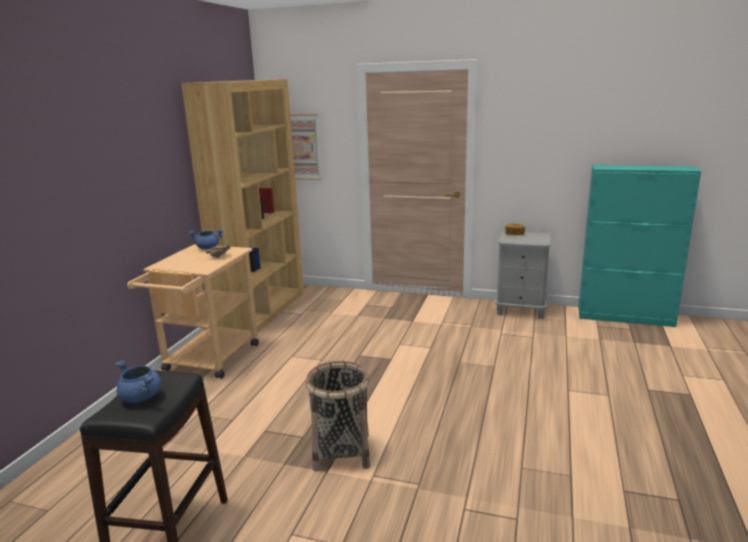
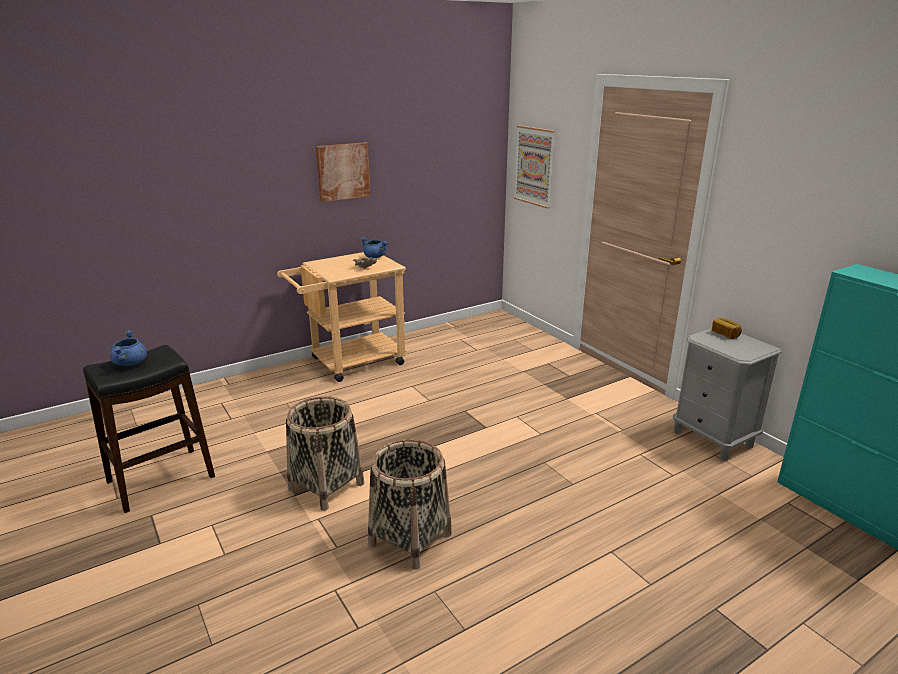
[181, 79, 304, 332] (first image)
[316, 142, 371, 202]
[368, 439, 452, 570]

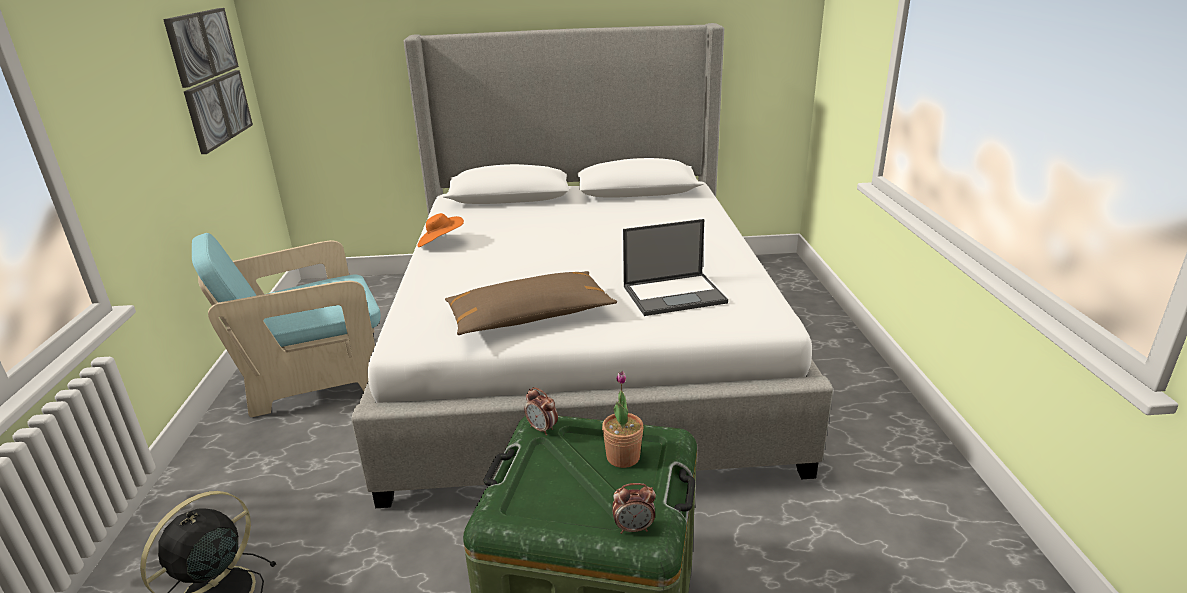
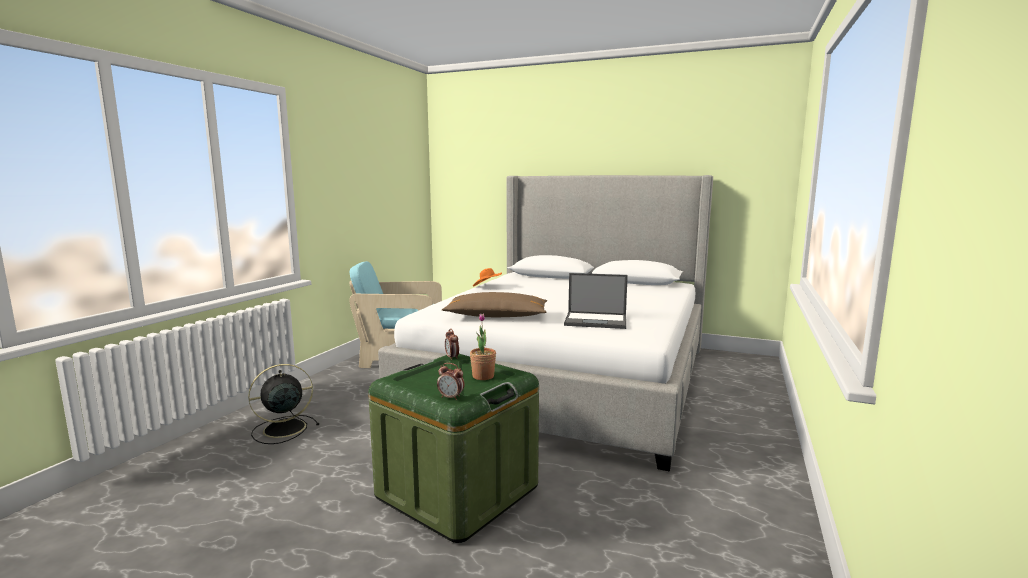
[163, 8, 253, 154] (first image)

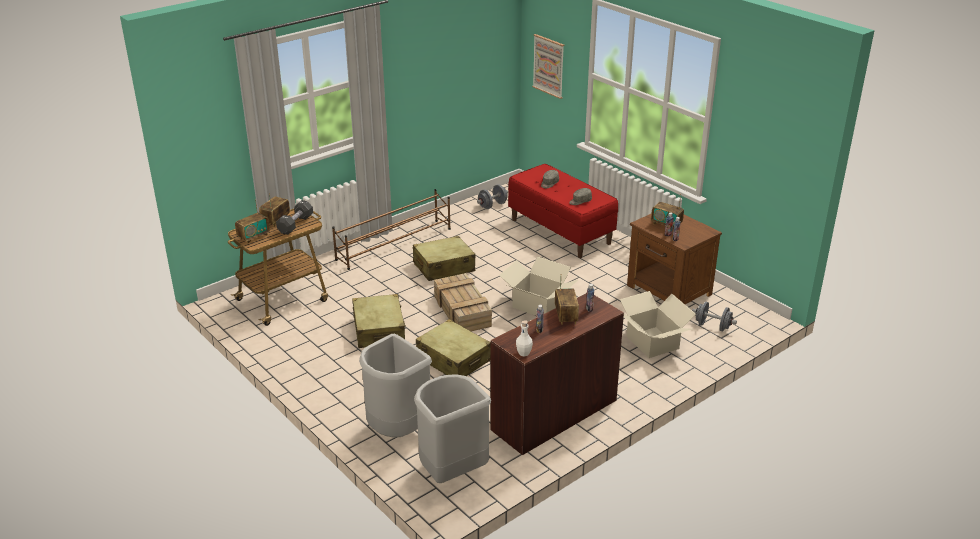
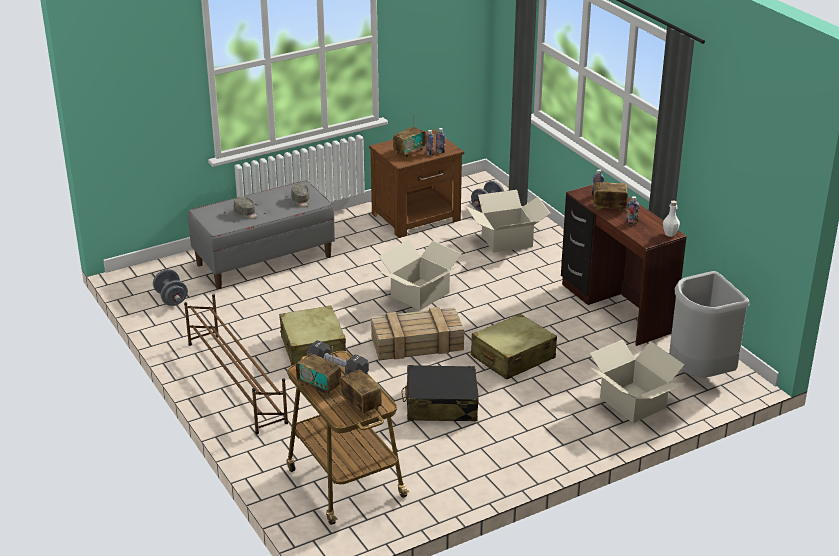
[532, 34, 565, 99] (first image)
[188, 181, 335, 289]
[401, 365, 479, 421]
[589, 340, 685, 423]

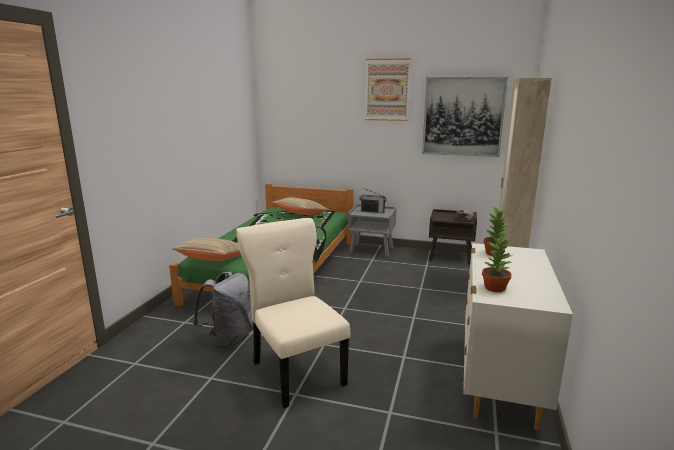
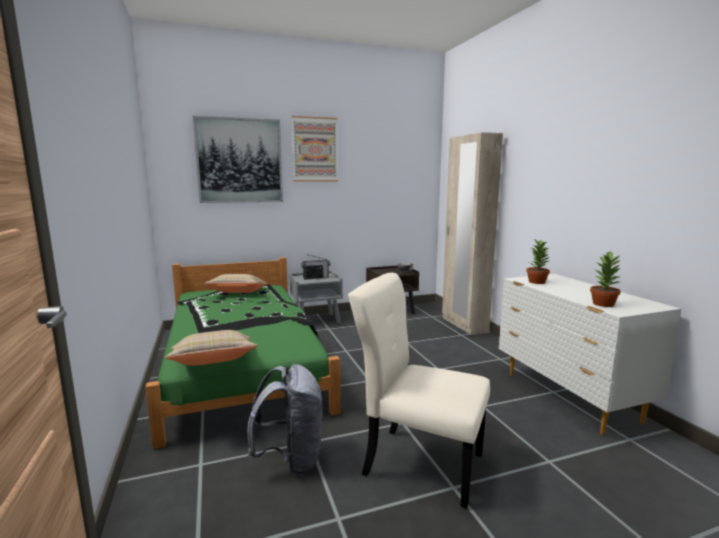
[193, 116, 283, 203]

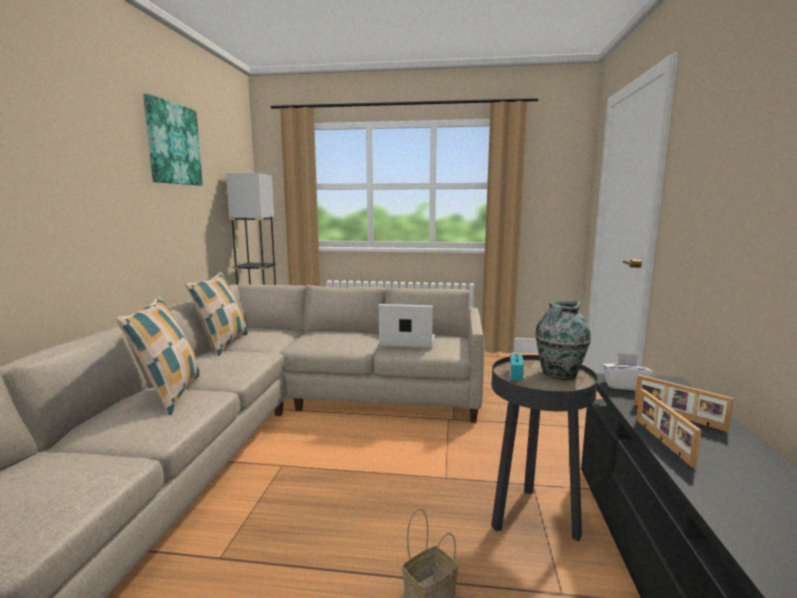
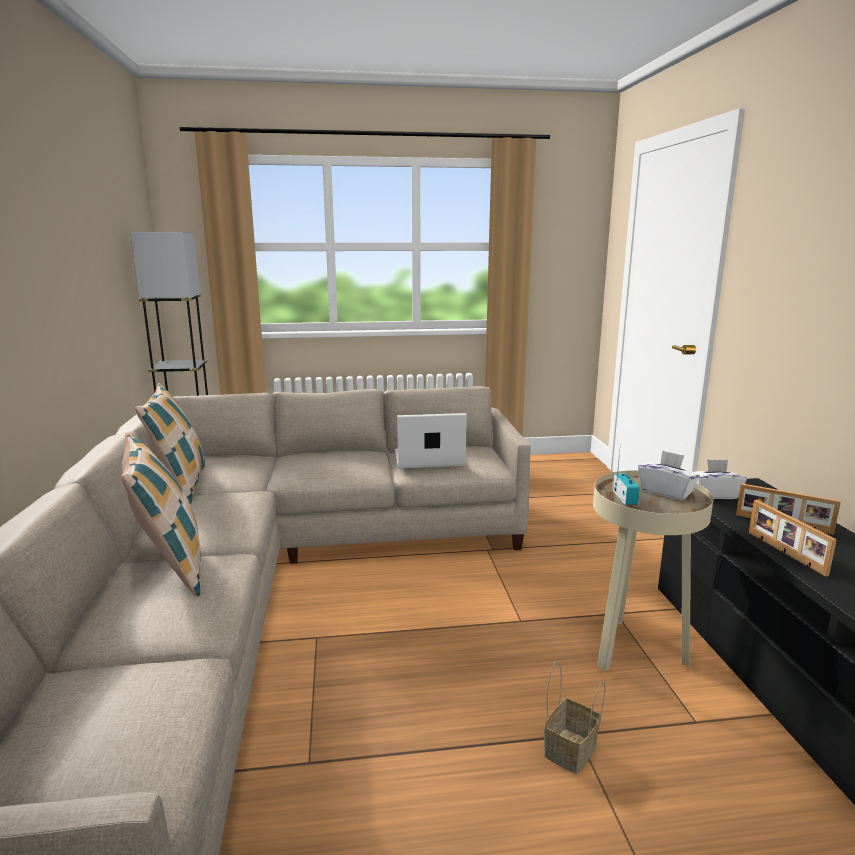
[143, 94, 203, 186] (first image)
[638, 450, 700, 501]
[593, 470, 713, 671]

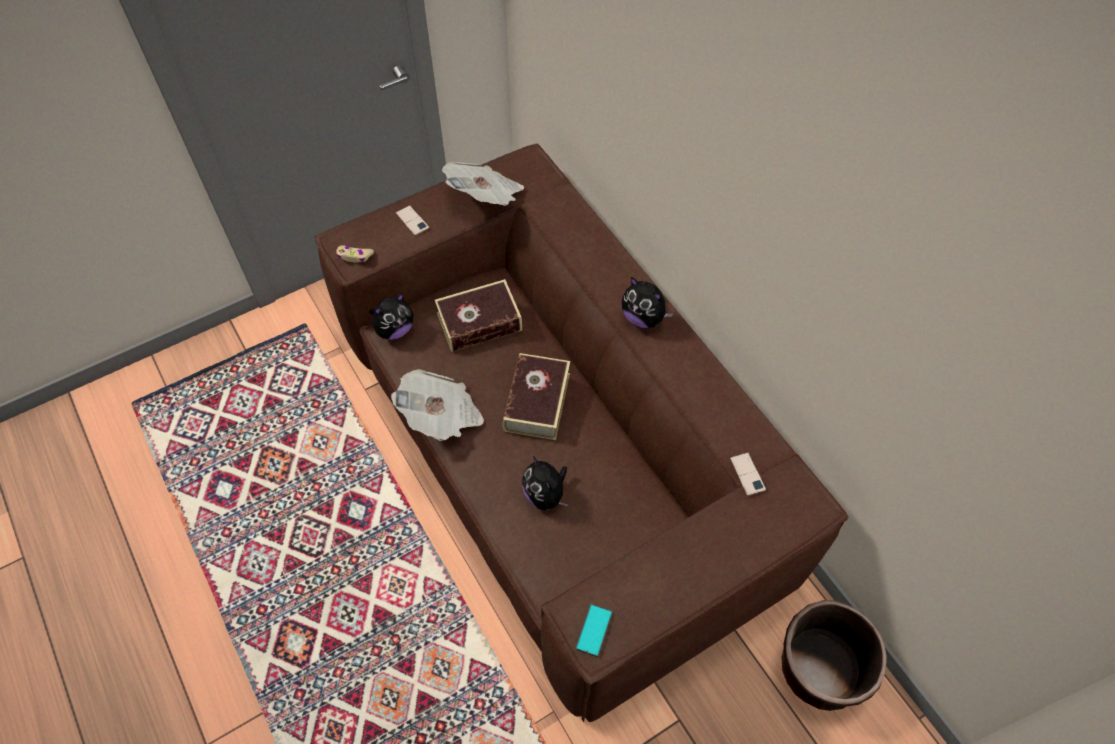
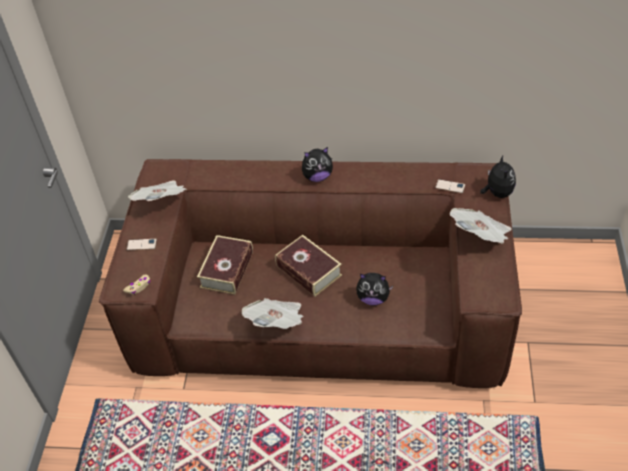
[480, 156, 516, 198]
[781, 600, 887, 711] (first image)
[576, 603, 613, 657] (first image)
[450, 208, 512, 243]

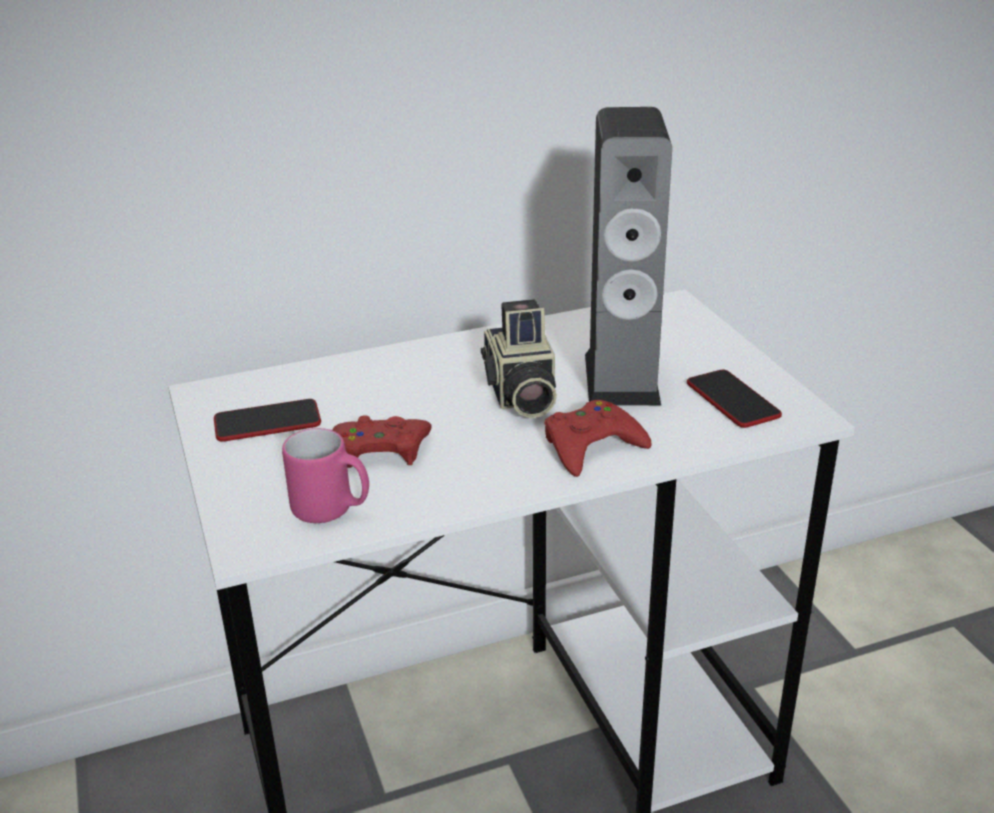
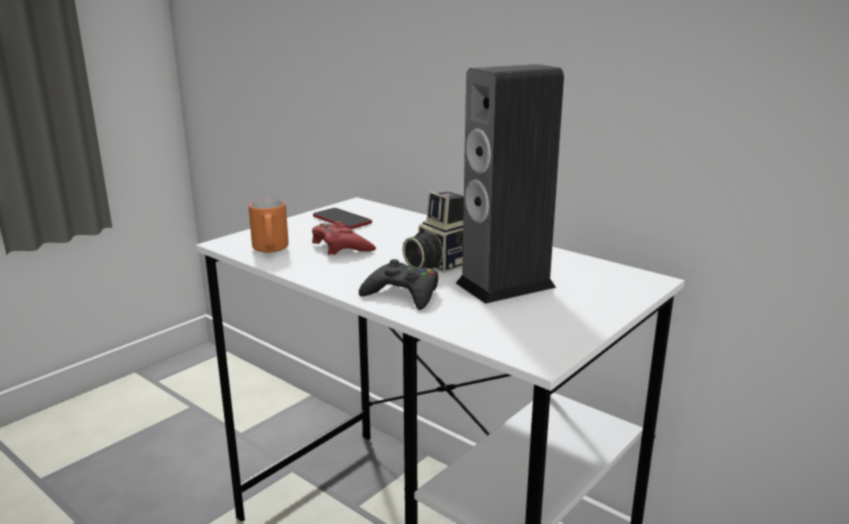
[687, 370, 782, 428] (first image)
[359, 259, 438, 310]
[249, 199, 289, 252]

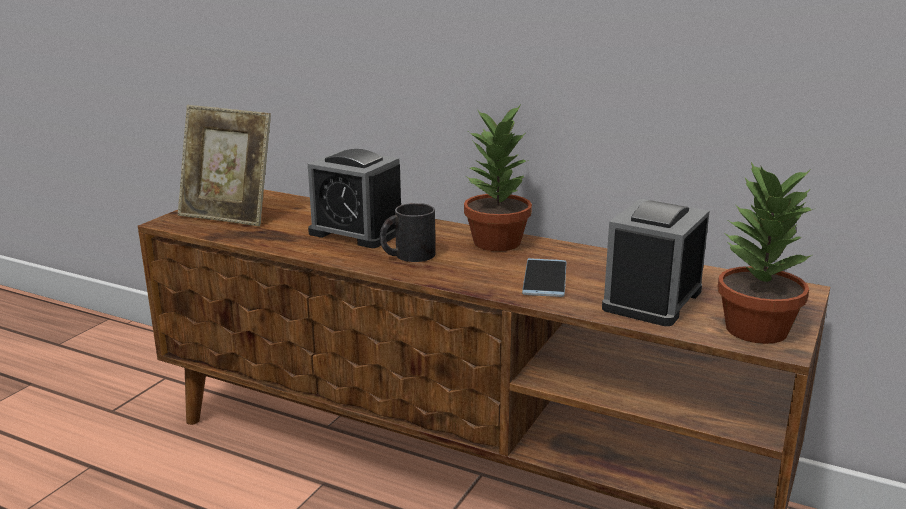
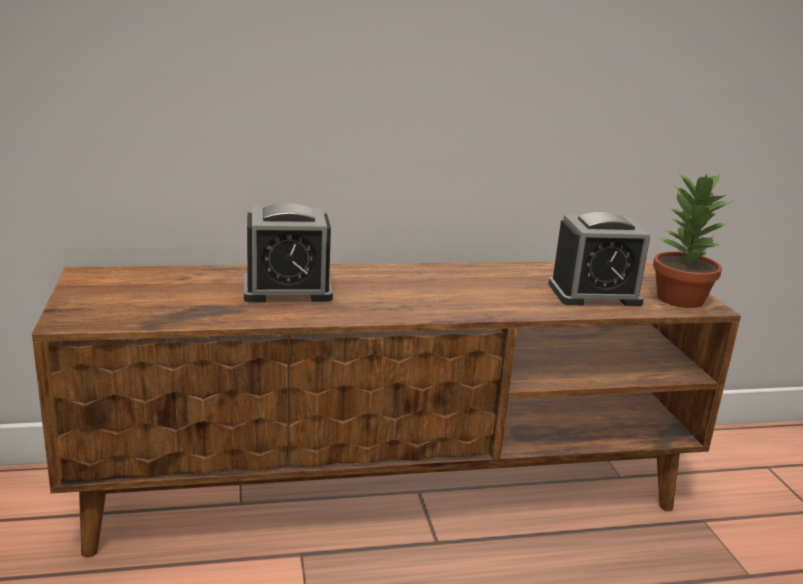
[178, 105, 271, 226] (first image)
[464, 106, 532, 251] (first image)
[548, 212, 650, 306]
[380, 203, 435, 262] (first image)
[522, 258, 566, 297] (first image)

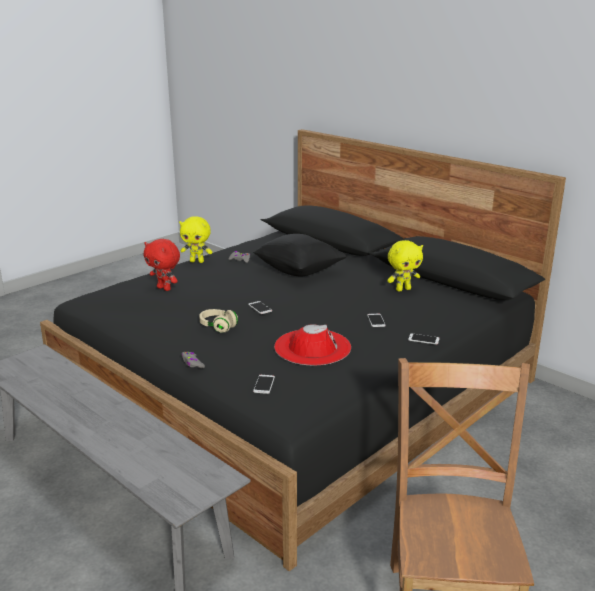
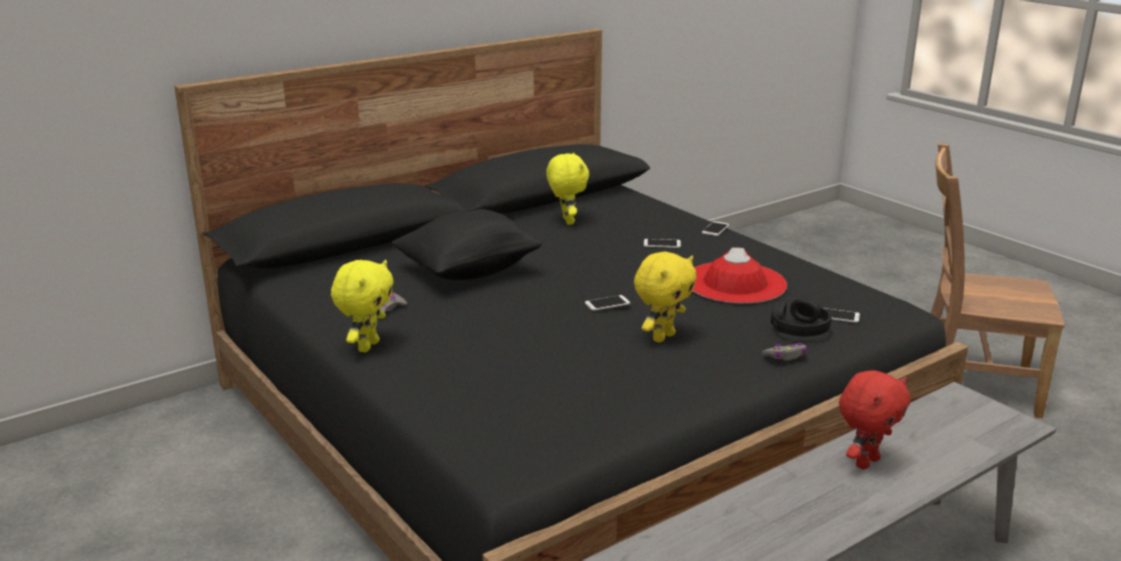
[839, 370, 910, 469]
[634, 252, 697, 343]
[771, 298, 831, 337]

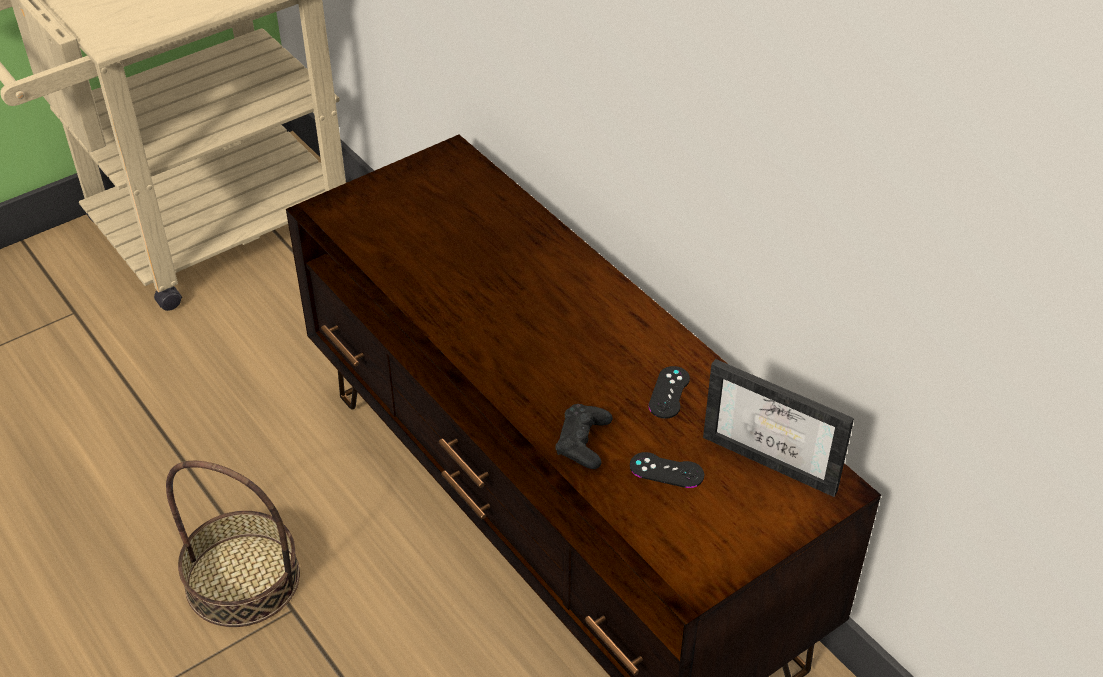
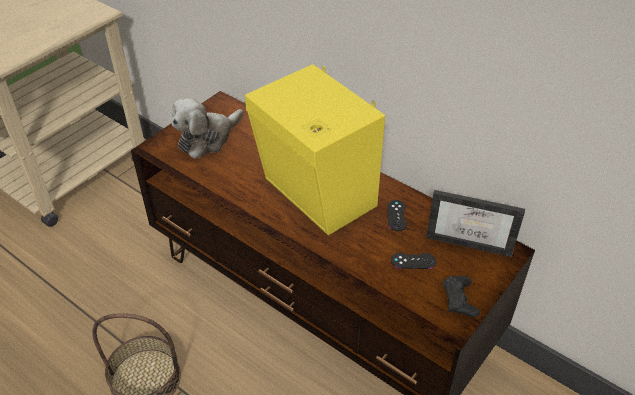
[443, 276, 480, 317]
[245, 64, 385, 235]
[172, 98, 243, 159]

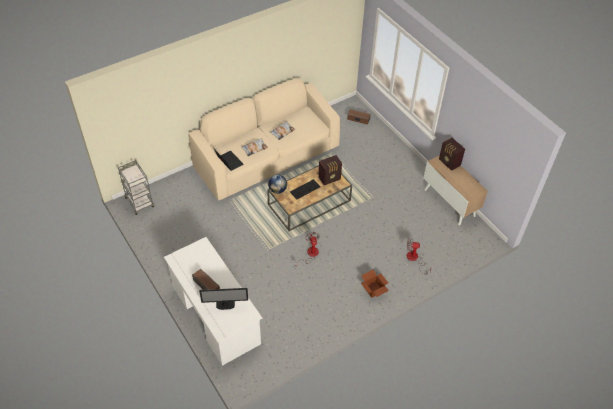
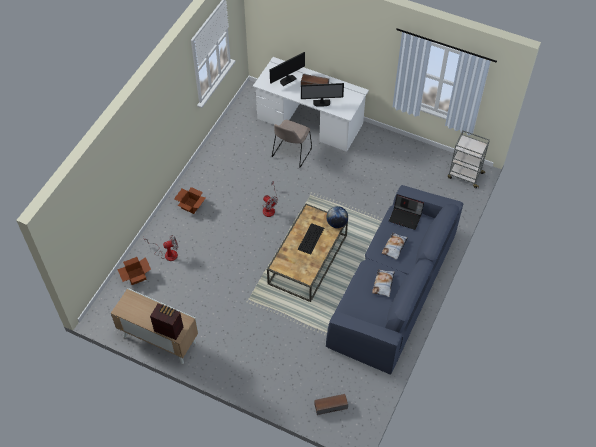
[326, 185, 463, 374]
[318, 155, 342, 185] (first image)
[301, 83, 344, 107]
[272, 120, 312, 167]
[117, 257, 151, 285]

